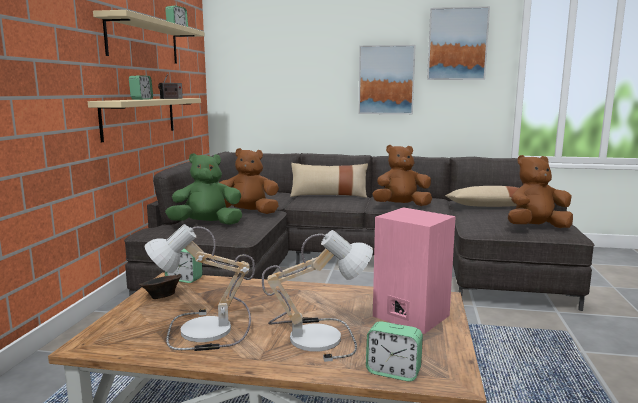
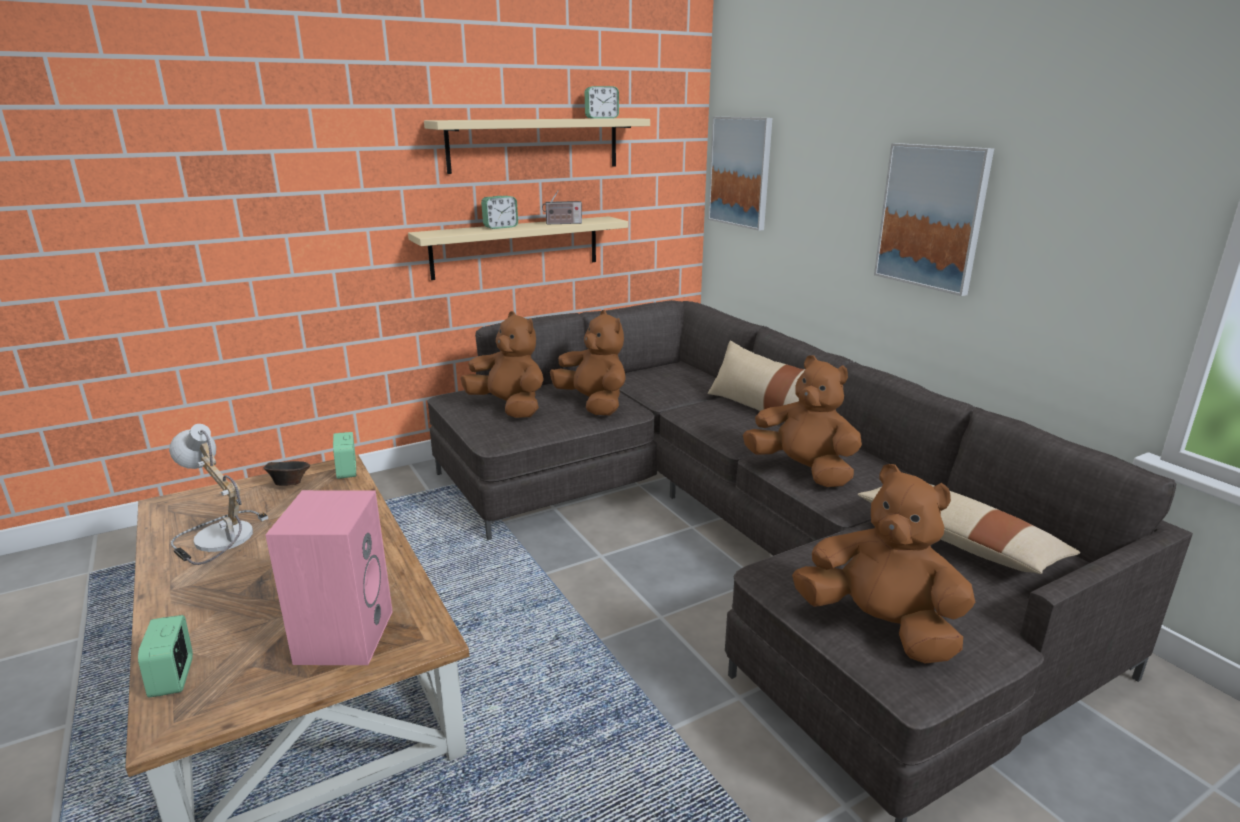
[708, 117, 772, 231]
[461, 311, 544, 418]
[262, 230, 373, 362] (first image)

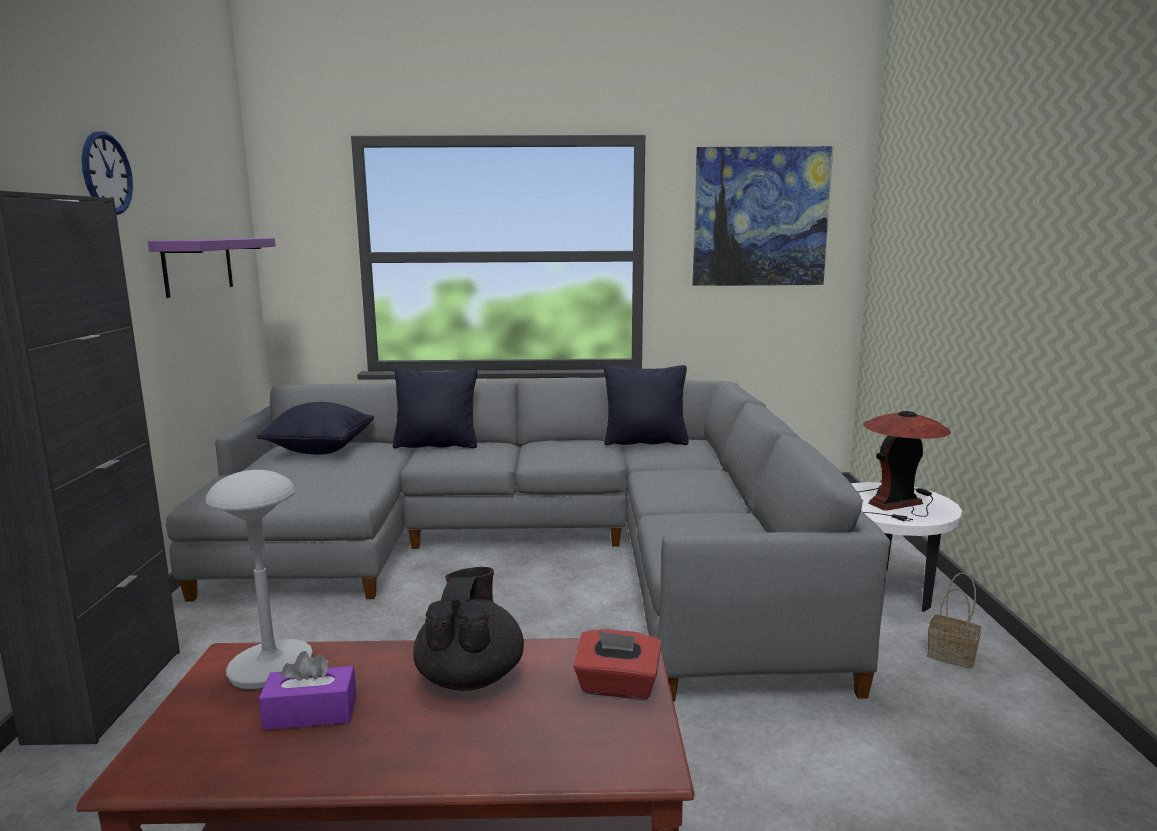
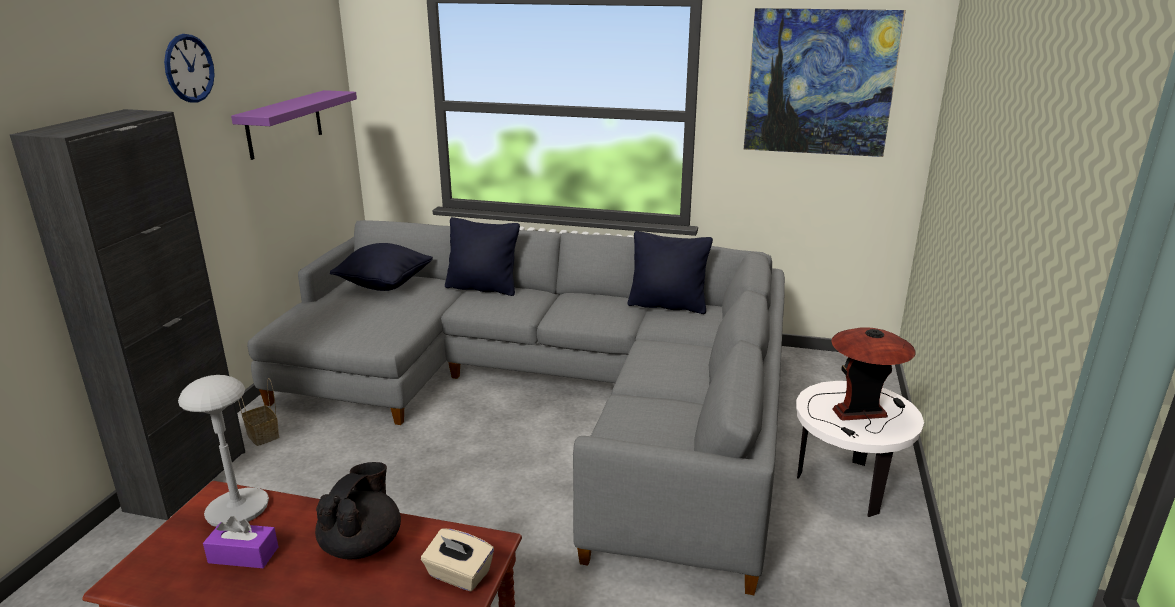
[238, 378, 280, 446]
[421, 529, 494, 591]

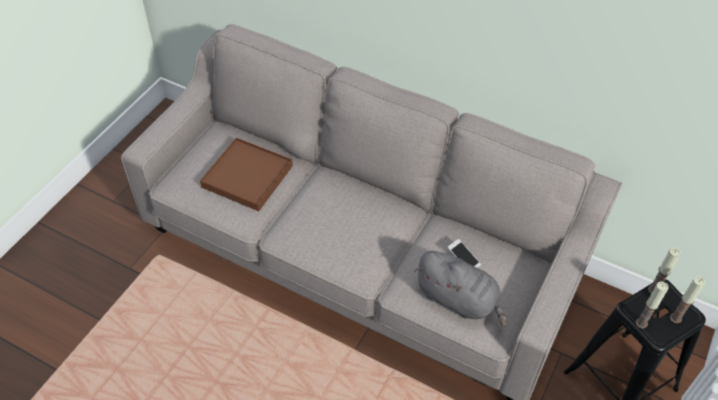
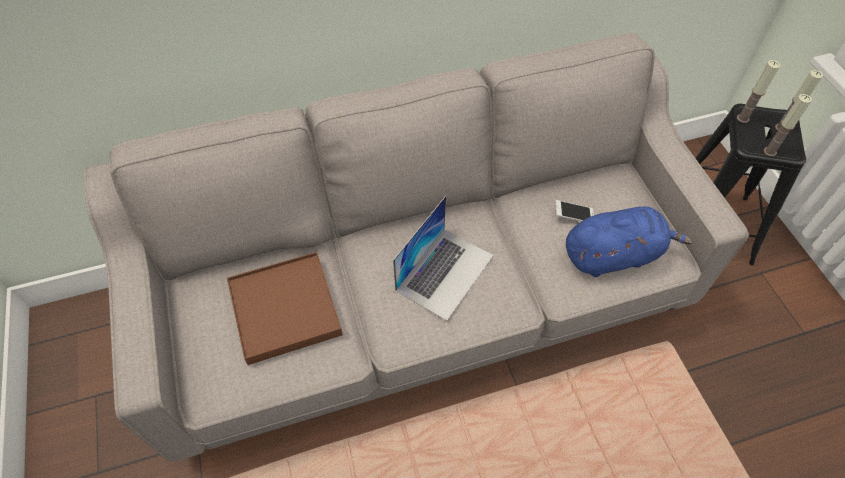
[566, 206, 693, 277]
[393, 196, 494, 321]

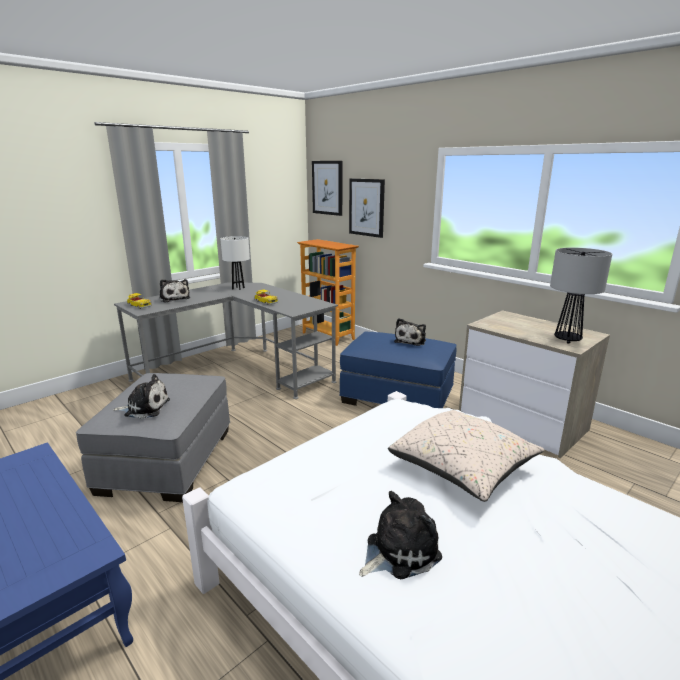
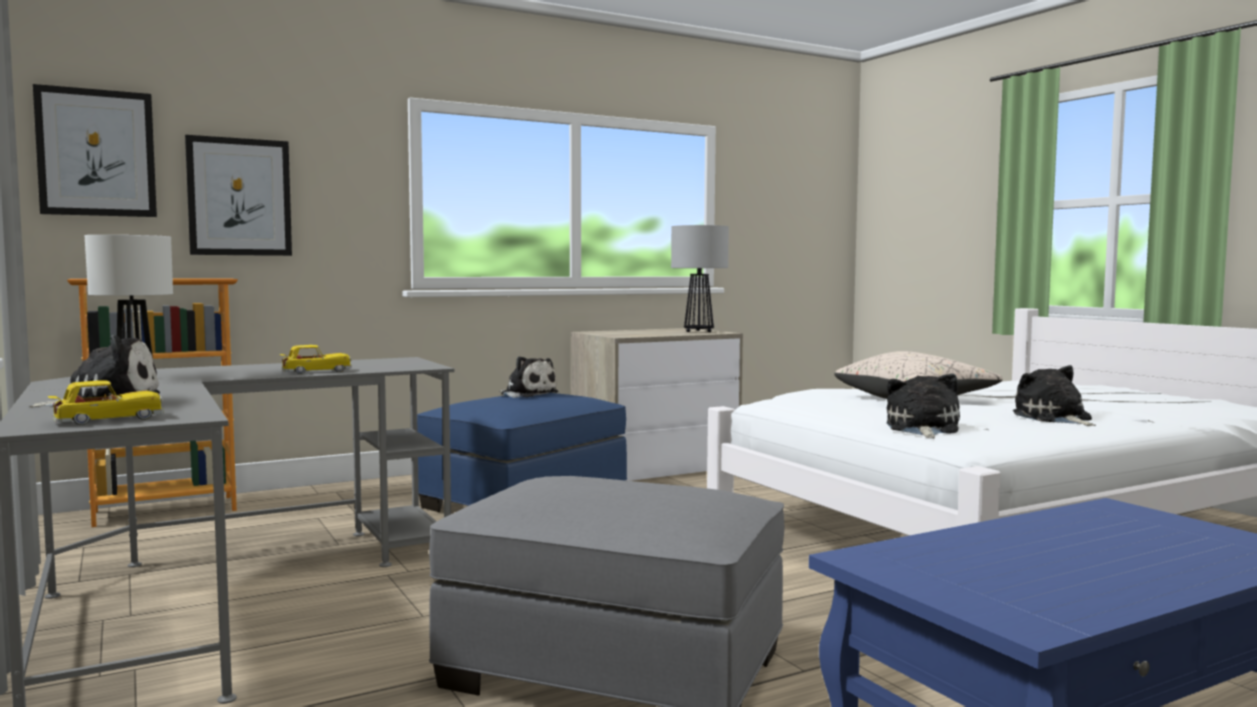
[887, 374, 960, 438]

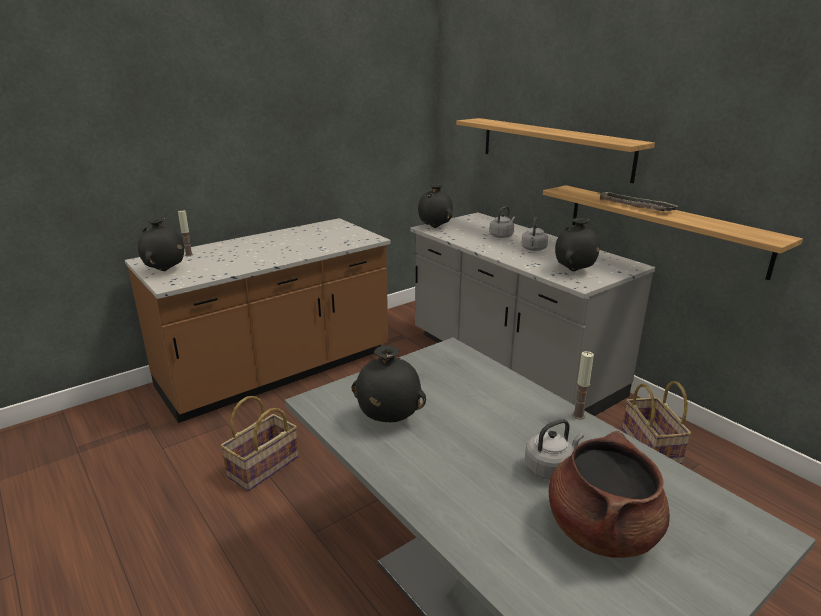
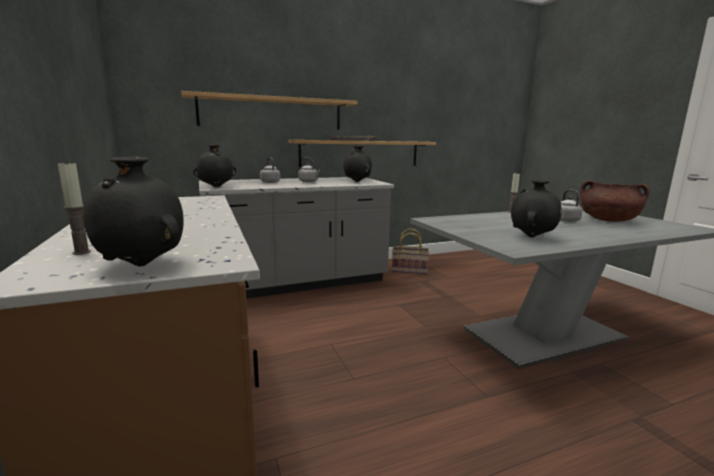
[220, 396, 299, 491] (first image)

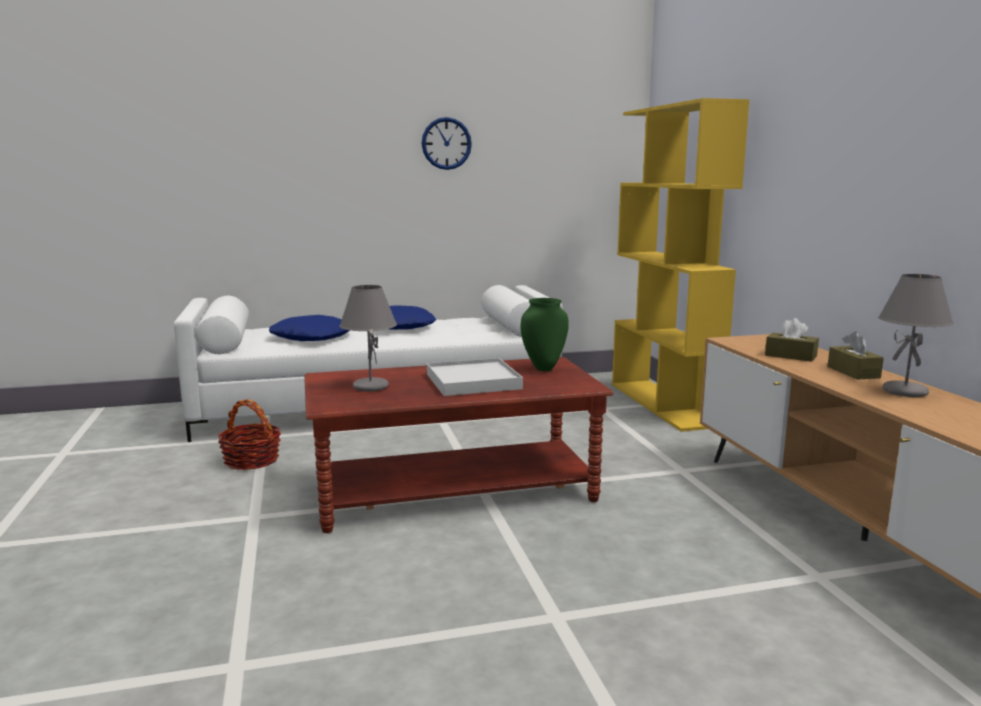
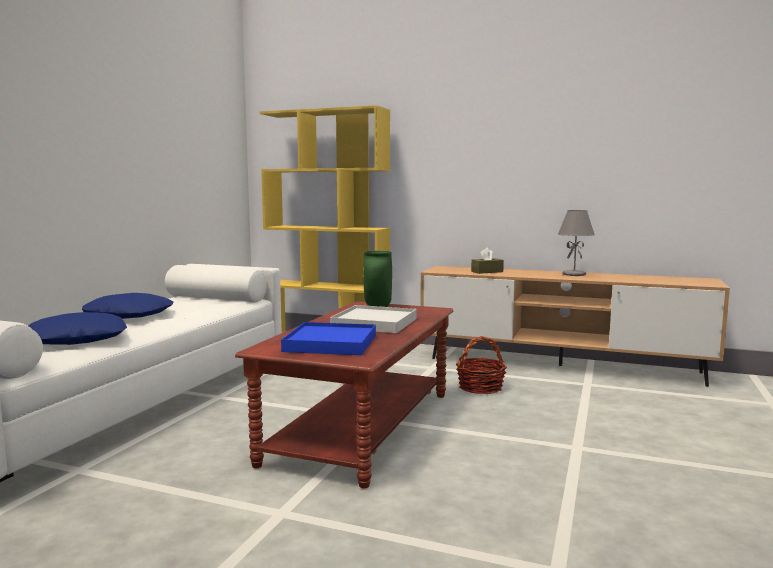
[422, 117, 472, 170] (first image)
[281, 322, 376, 355]
[827, 332, 884, 380] (first image)
[456, 336, 507, 394]

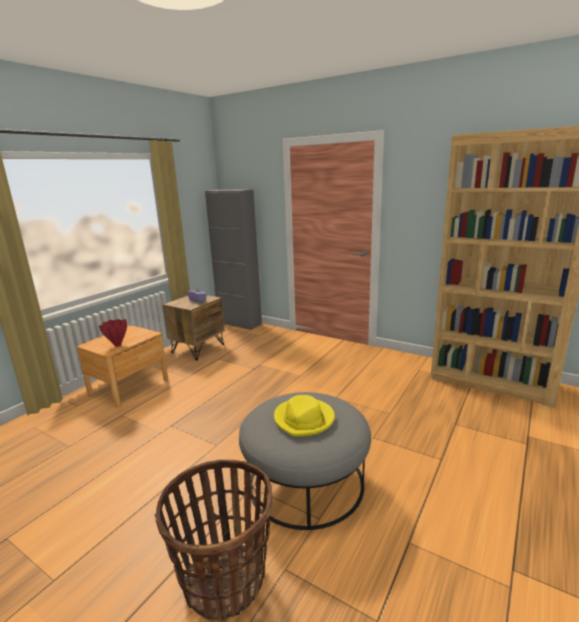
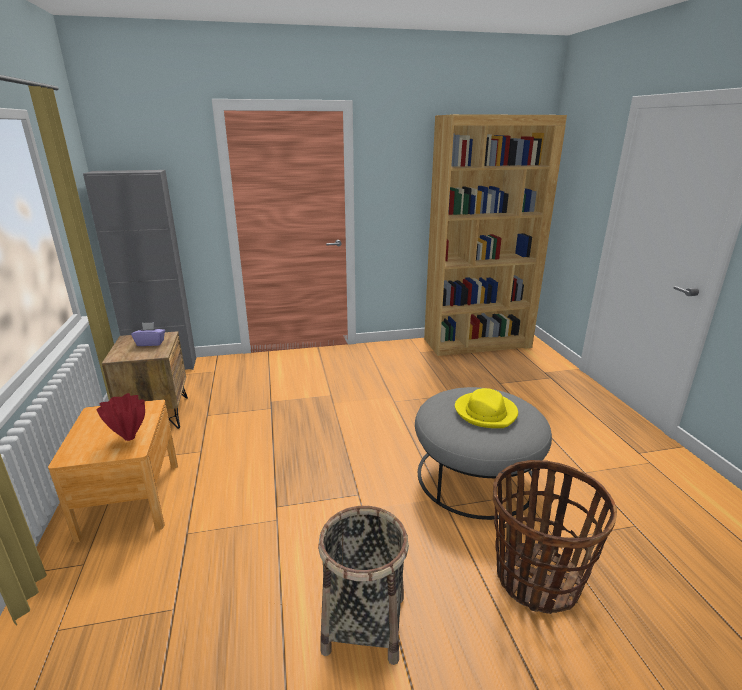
[318, 506, 409, 665]

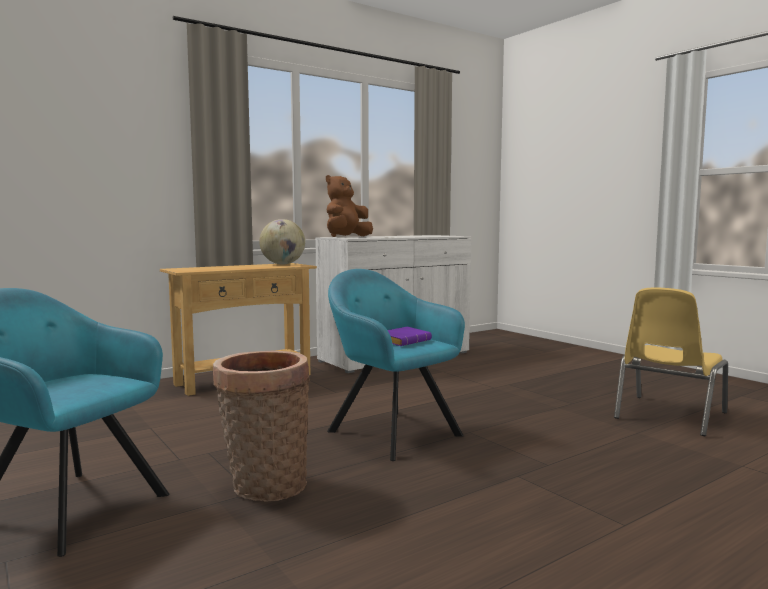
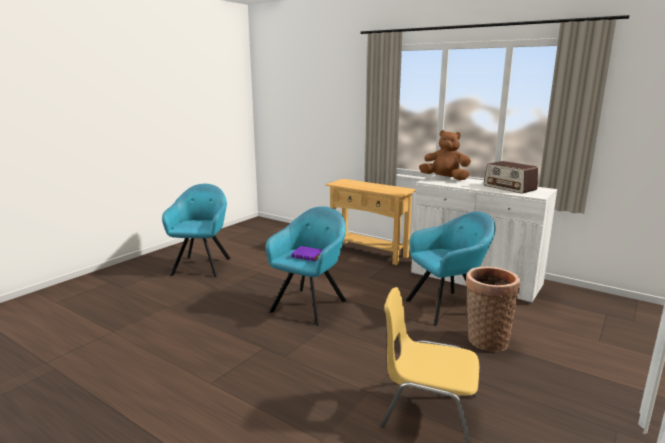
[259, 219, 305, 264] (first image)
[466, 267, 520, 352]
[484, 161, 538, 194]
[405, 211, 496, 326]

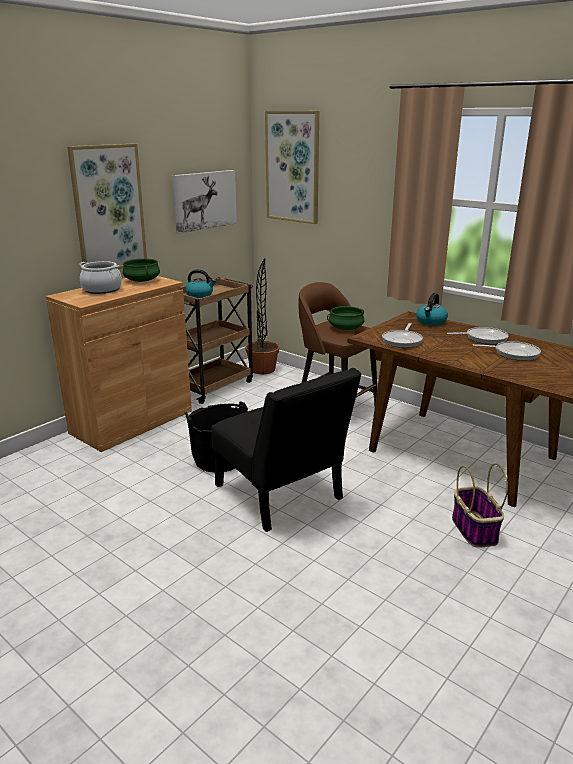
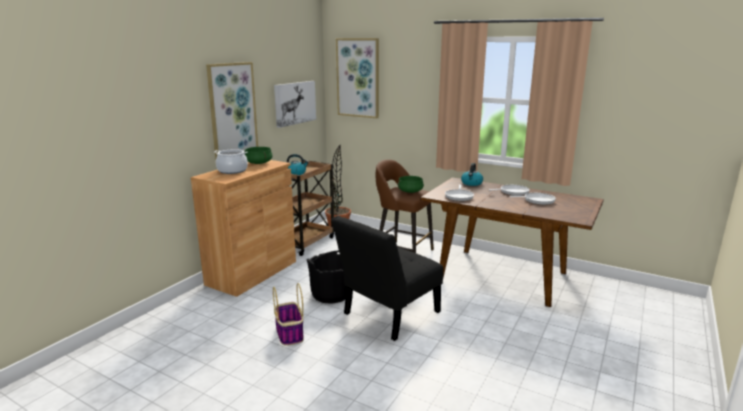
[332, 216, 443, 341]
[273, 283, 304, 346]

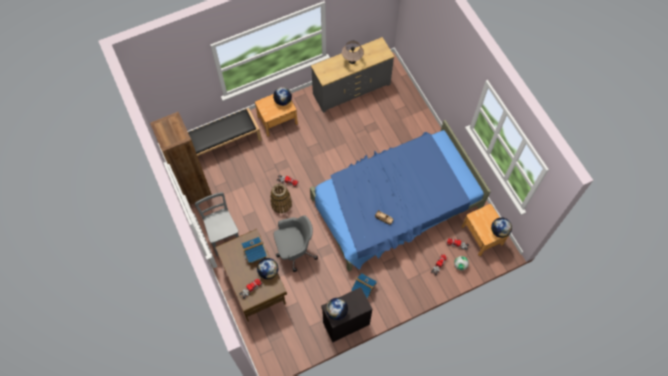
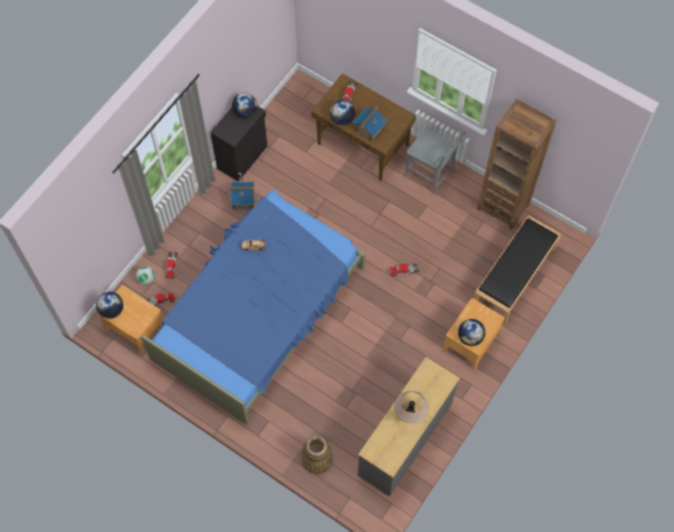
[302, 436, 333, 474]
[274, 215, 318, 272] (first image)

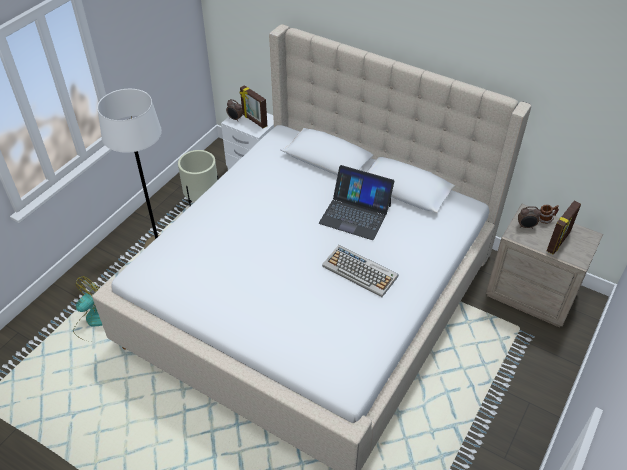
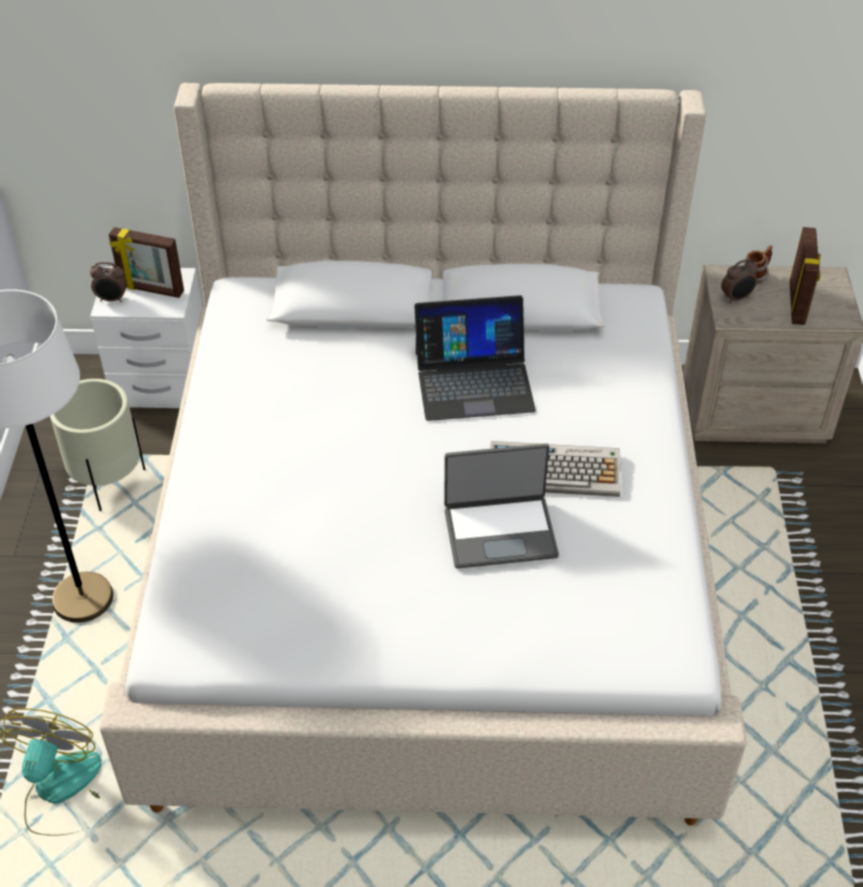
[444, 443, 559, 568]

